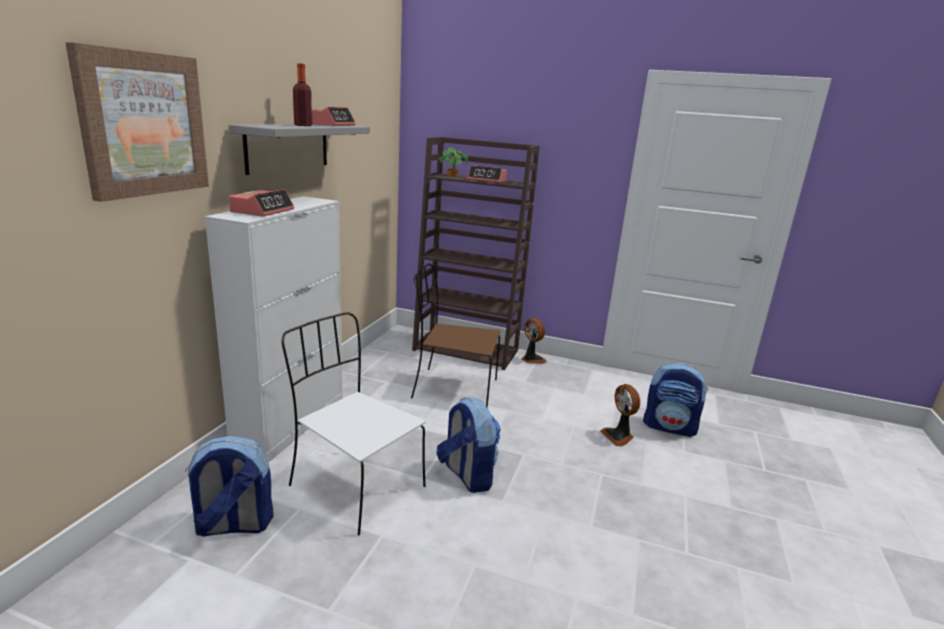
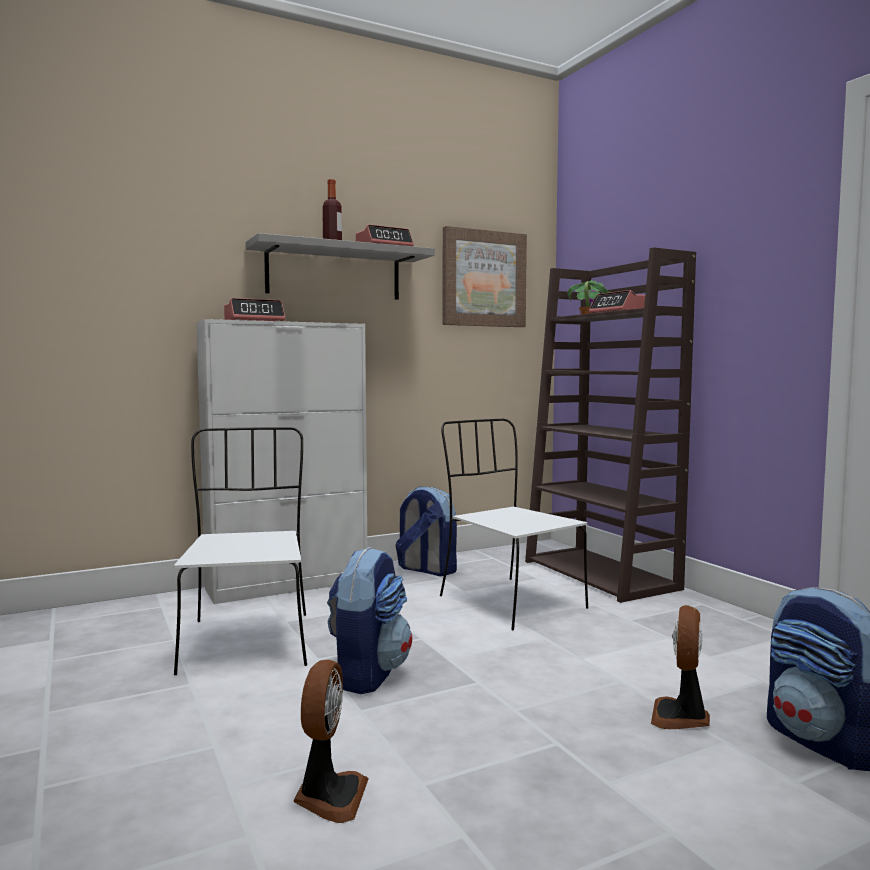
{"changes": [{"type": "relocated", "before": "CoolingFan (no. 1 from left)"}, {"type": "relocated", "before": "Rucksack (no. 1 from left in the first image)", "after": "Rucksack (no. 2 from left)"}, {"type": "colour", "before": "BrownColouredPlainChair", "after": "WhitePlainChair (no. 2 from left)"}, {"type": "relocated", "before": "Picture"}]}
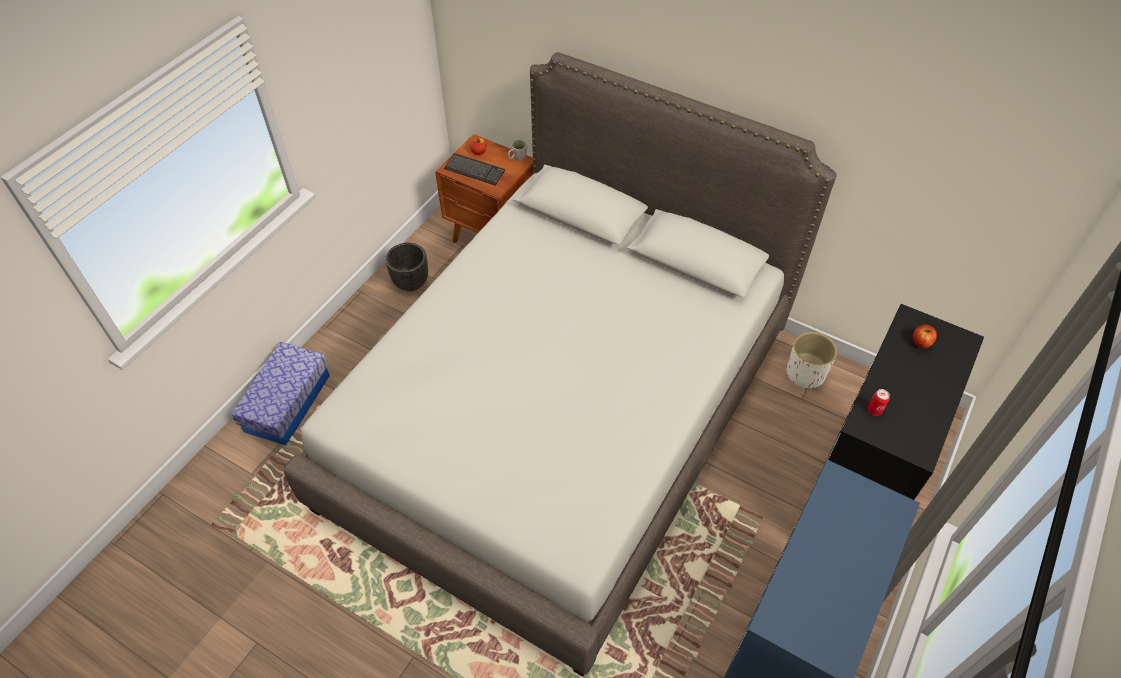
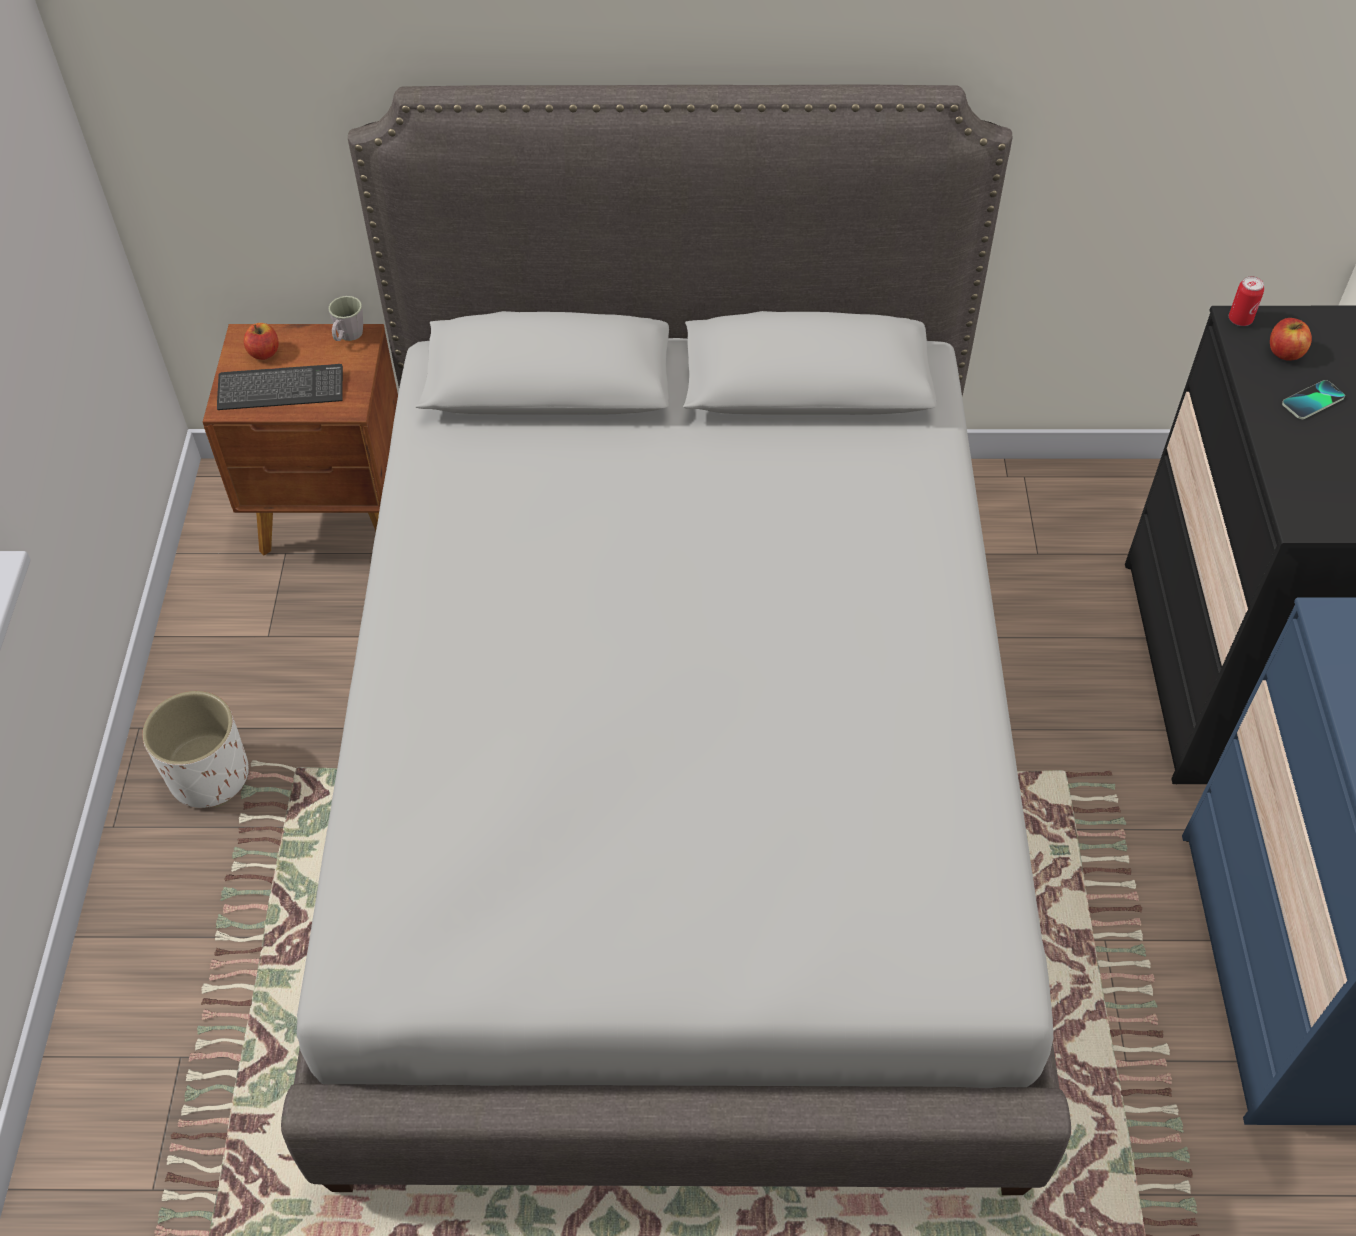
{"changes": [{"type": "relocated", "before": "WhitePlanter"}, {"type": "relocated", "before": "MetalCan"}, {"type": "appeared", "after": "Telephone"}, {"type": "missing", "before": "StorageBox"}, {"type": "missing", "before": "BlackPlanter"}]}
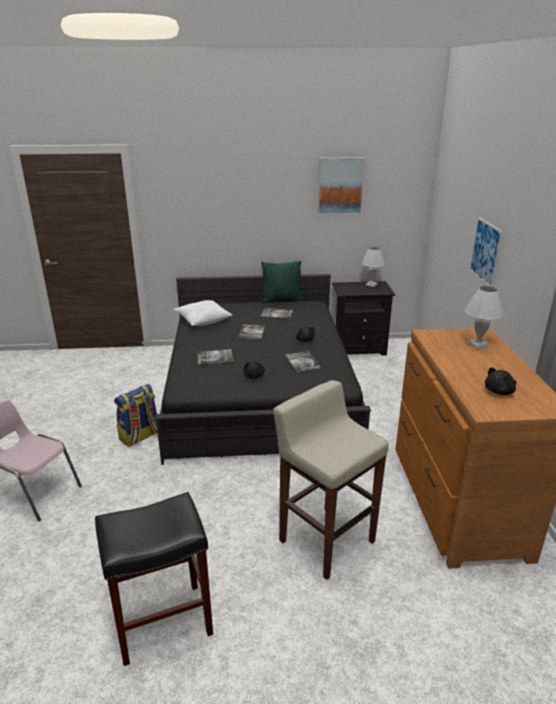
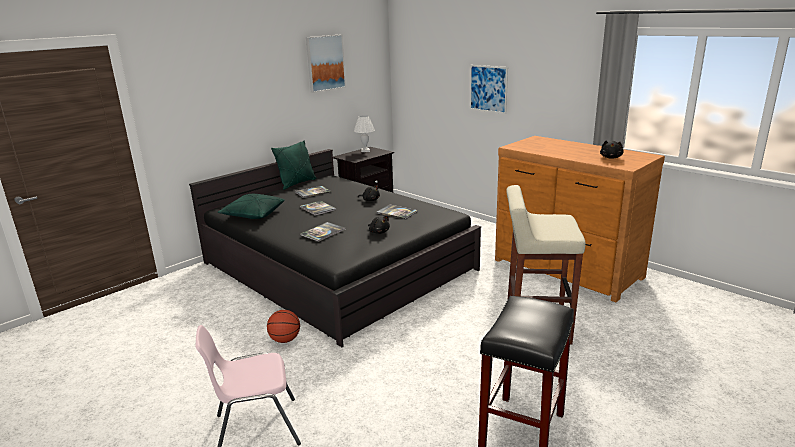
{"changes": [{"type": "colour", "before": "WhiteCushion", "after": "GreenCushion (no. 1 from left)"}, {"type": "exchanged", "before": "Rucksack", "after": "BallForBasketball"}, {"type": "missing", "before": "WhiteTabletopLamp (no. 2 from left)"}]}
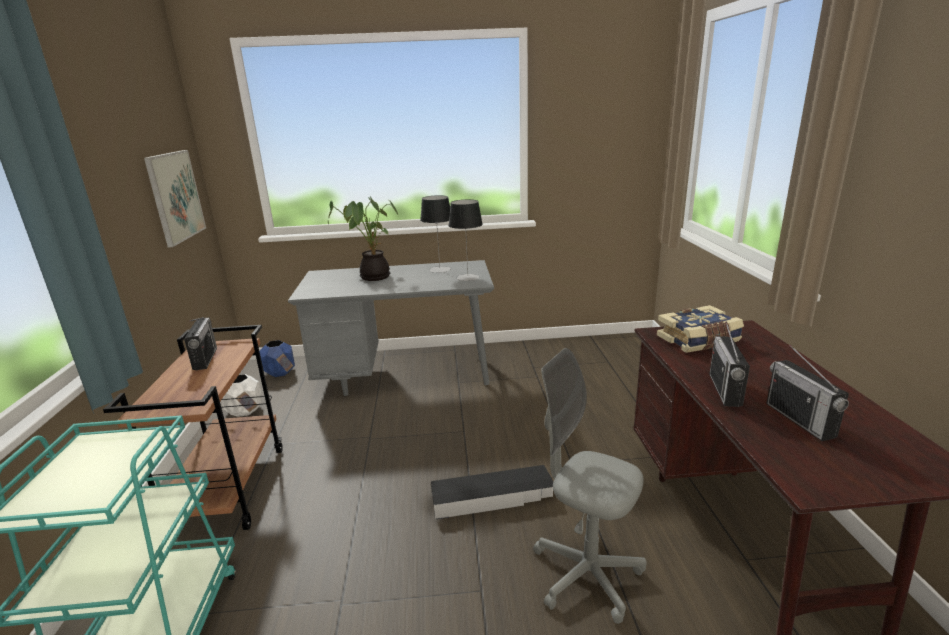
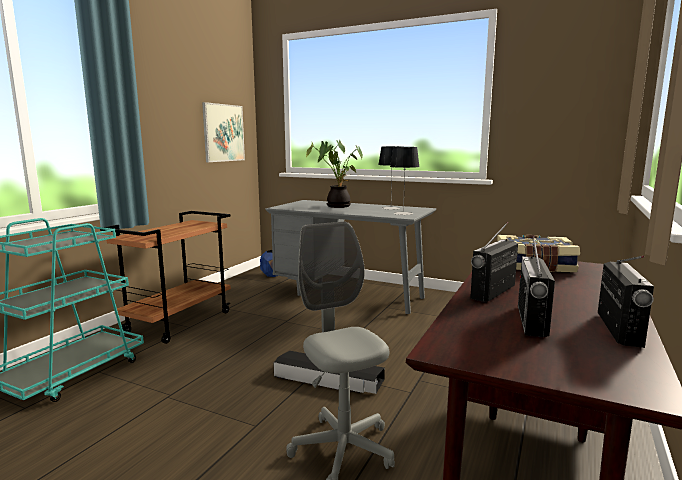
{"changes": [{"type": "relocated", "before": "RadioSet (no. 1 from left in the first image)", "after": "RadioSet (no. 3 from left)"}, {"type": "missing", "before": "WhitePlanter"}]}
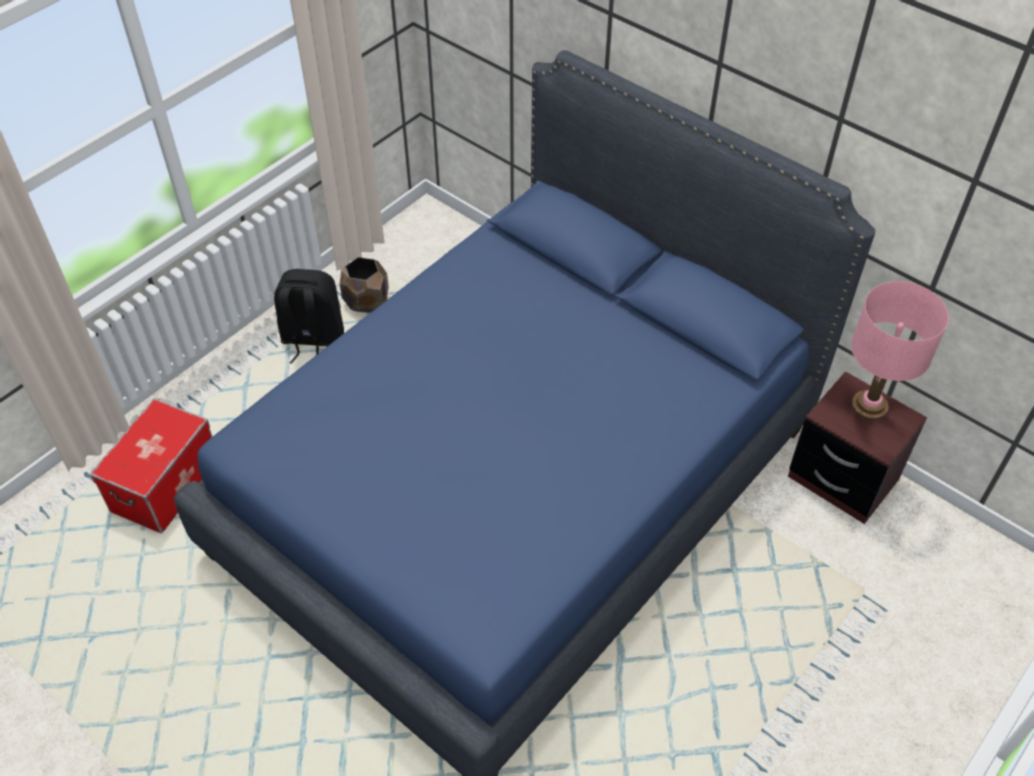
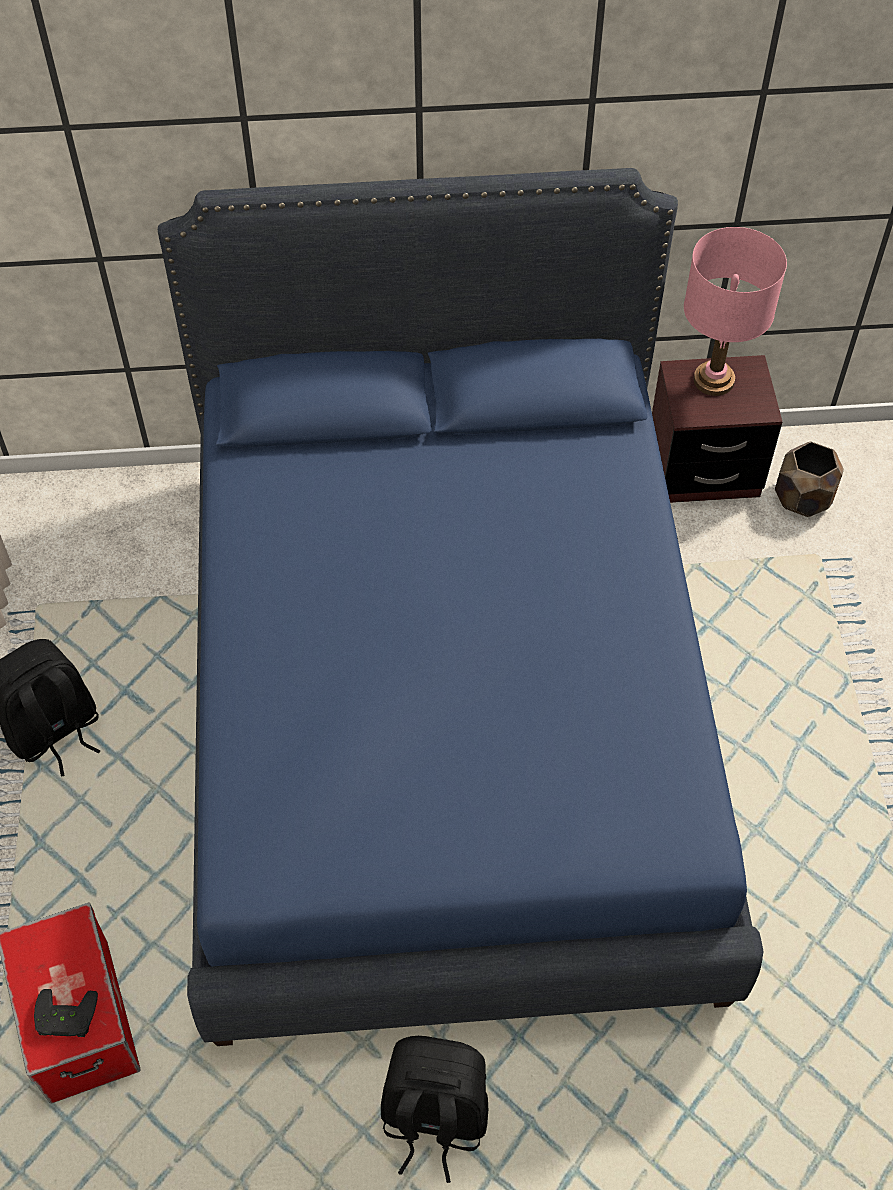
{"changes": [{"type": "appeared", "after": "BlackJoypad"}, {"type": "appeared", "after": "BlackRucksack (no. 2 from left)"}, {"type": "relocated", "before": "BrownColouredPlanter"}]}
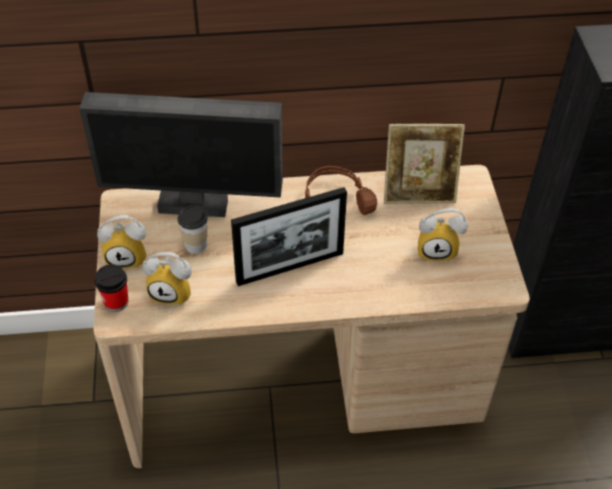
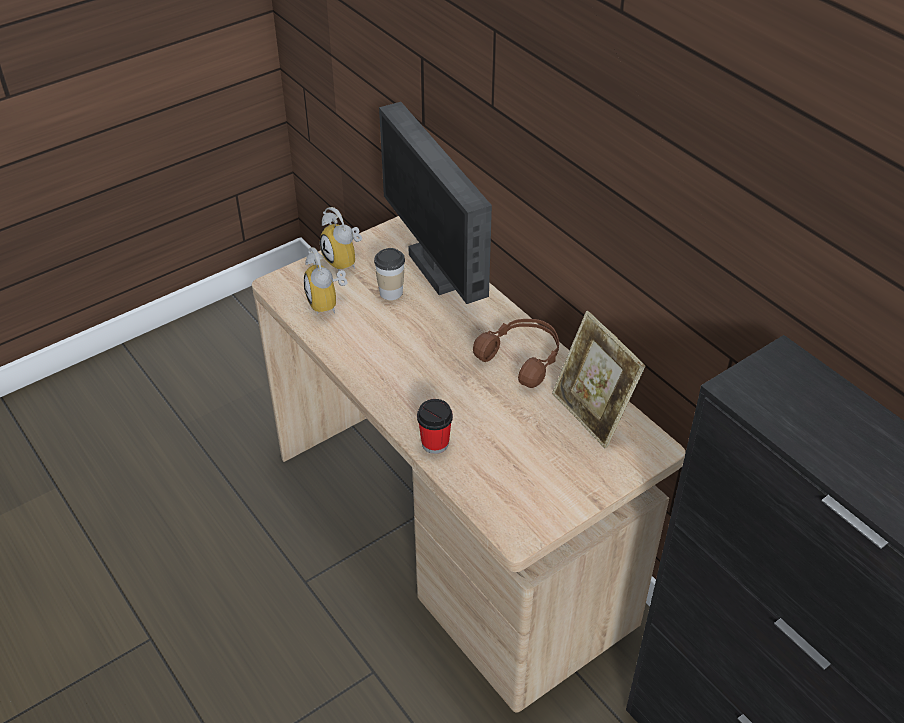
{"changes": [{"type": "relocated", "before": "DrinkingCup (no. 1 from left in the first image)", "after": "DrinkingCup (no. 2 from left)"}, {"type": "missing", "before": "PictureFrame (no. 1 from left)"}, {"type": "missing", "before": "AlarmClock (no. 3 from left)"}]}
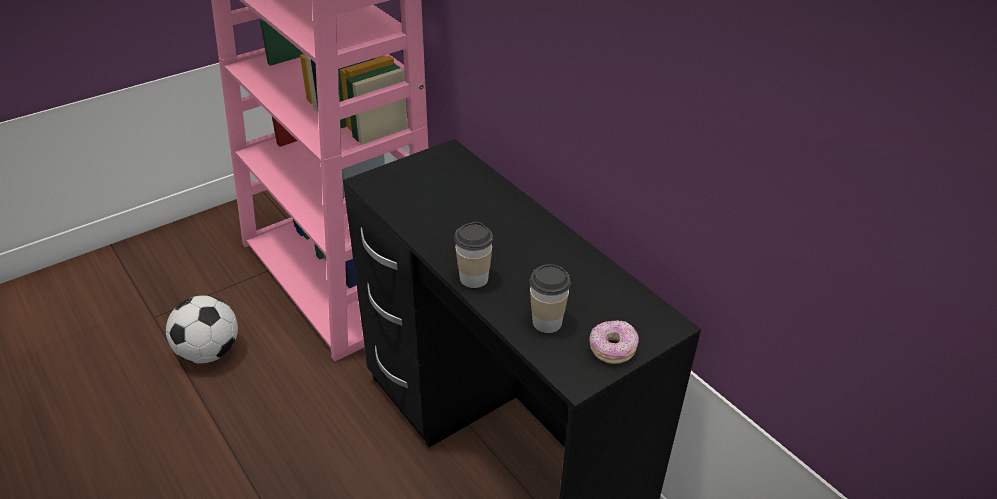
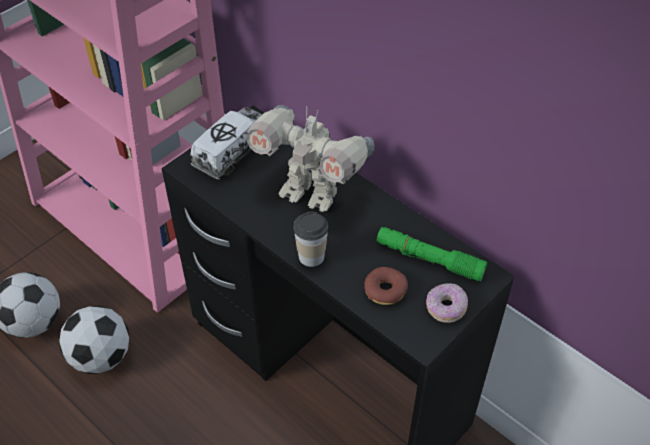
{"changes": [{"type": "appeared", "after": "BallForFootball (no. 2 from left)"}, {"type": "appeared", "after": "ToyLorry"}, {"type": "appeared", "after": "ModelRobot"}, {"type": "exchanged", "before": "DrinkingCup (no. 2 from left)", "after": "Doughnut (no. 1 from left)"}, {"type": "appeared", "after": "GreenHandTorch"}]}
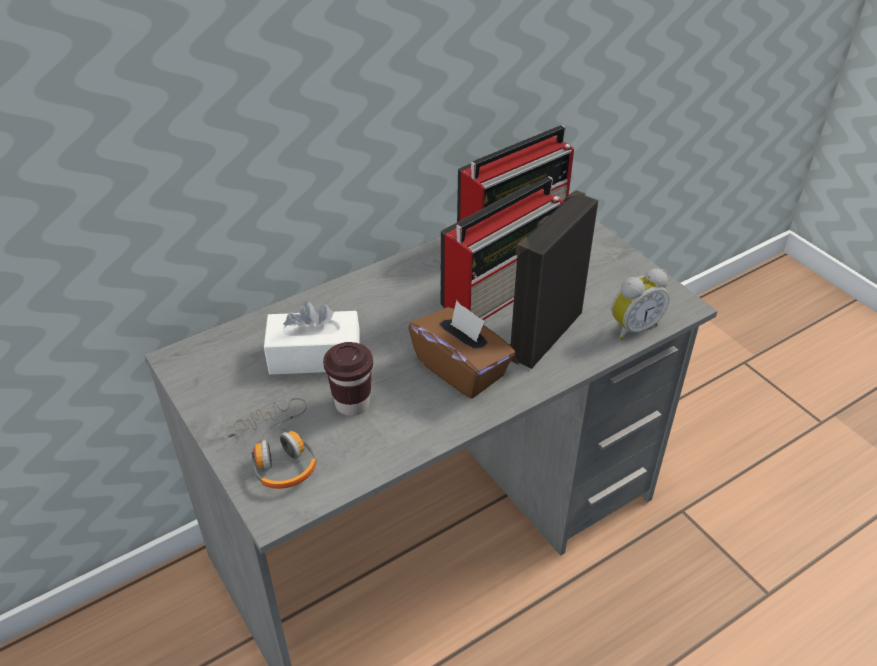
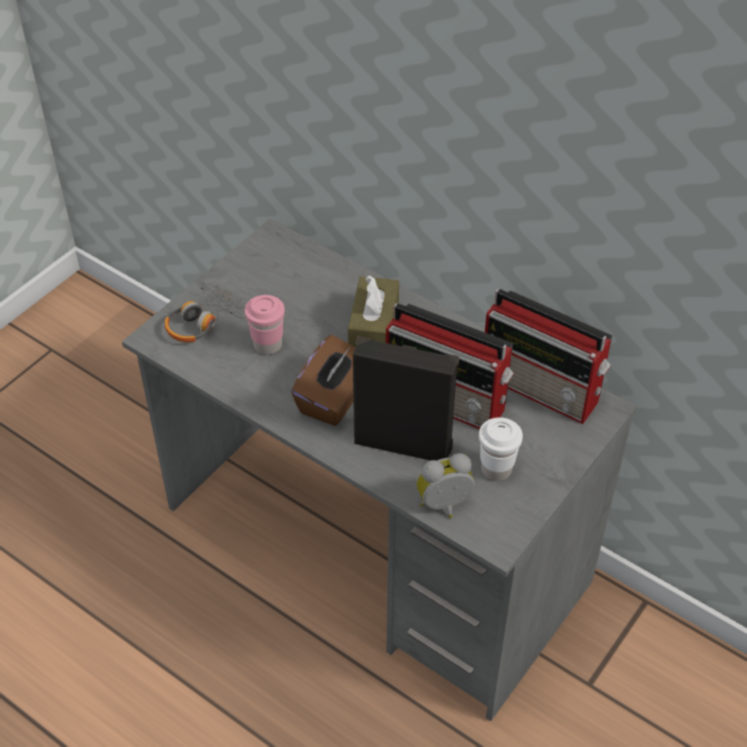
{"changes": [{"type": "colour", "before": "BrownColouredDrinkingCup", "after": "PinkColouredDrinkingCup"}, {"type": "appeared", "after": "BrownColouredTissueHolder (no. 2 from left)"}, {"type": "spun", "before": "AlarmClock", "turn": 120}, {"type": "appeared", "after": "WhiteDrinkingCup"}, {"type": "missing", "before": "WhiteTissueHolder"}]}
